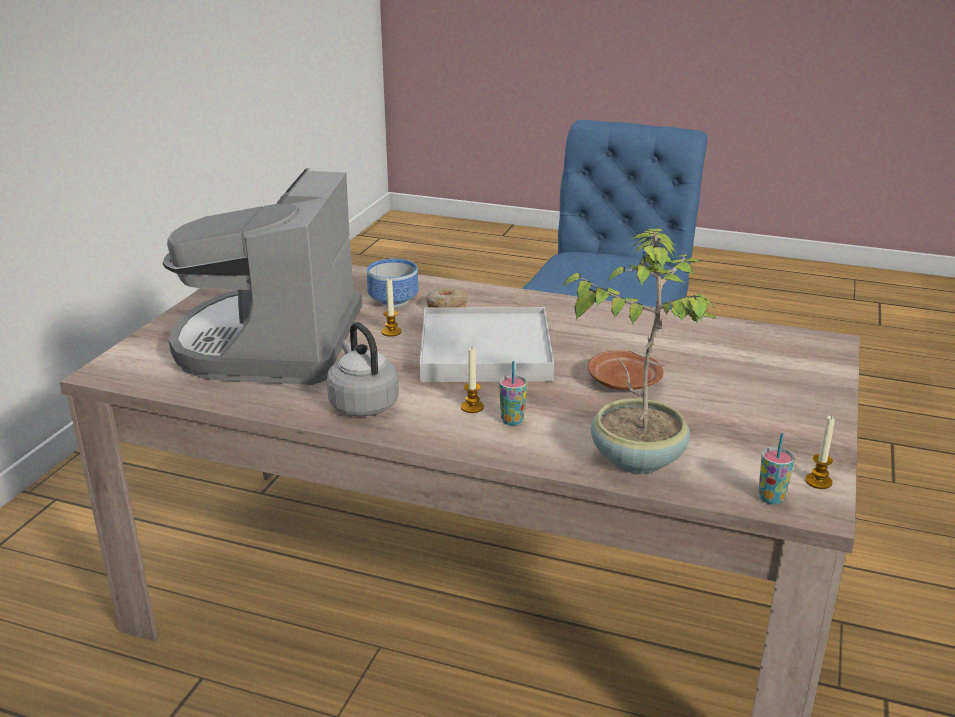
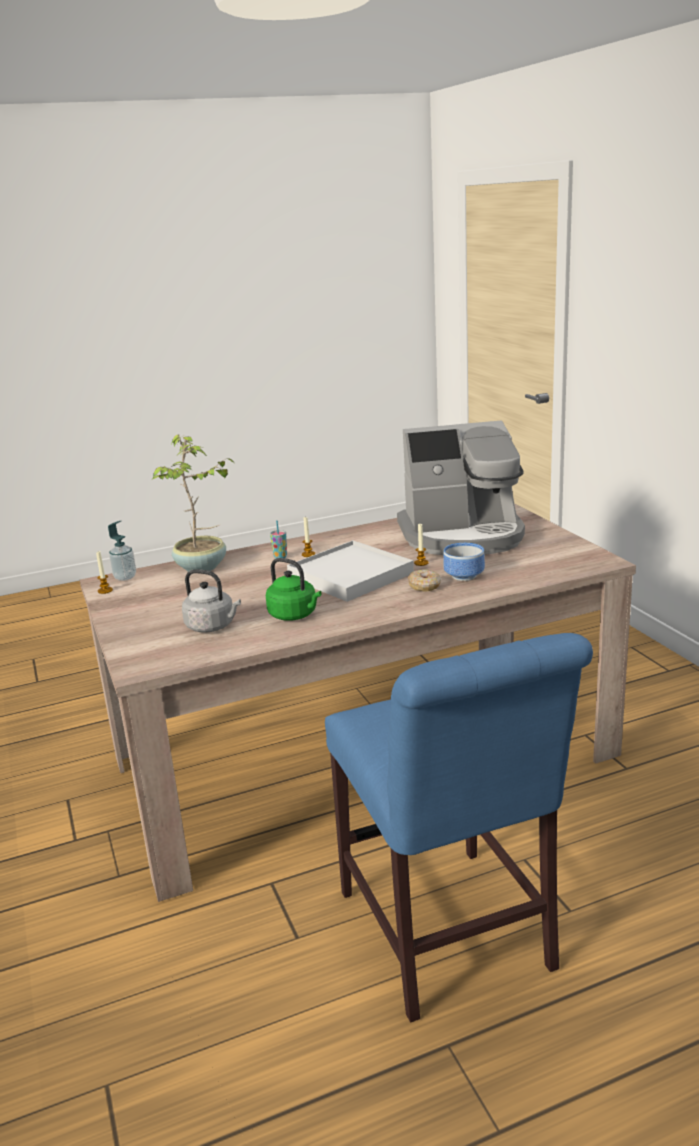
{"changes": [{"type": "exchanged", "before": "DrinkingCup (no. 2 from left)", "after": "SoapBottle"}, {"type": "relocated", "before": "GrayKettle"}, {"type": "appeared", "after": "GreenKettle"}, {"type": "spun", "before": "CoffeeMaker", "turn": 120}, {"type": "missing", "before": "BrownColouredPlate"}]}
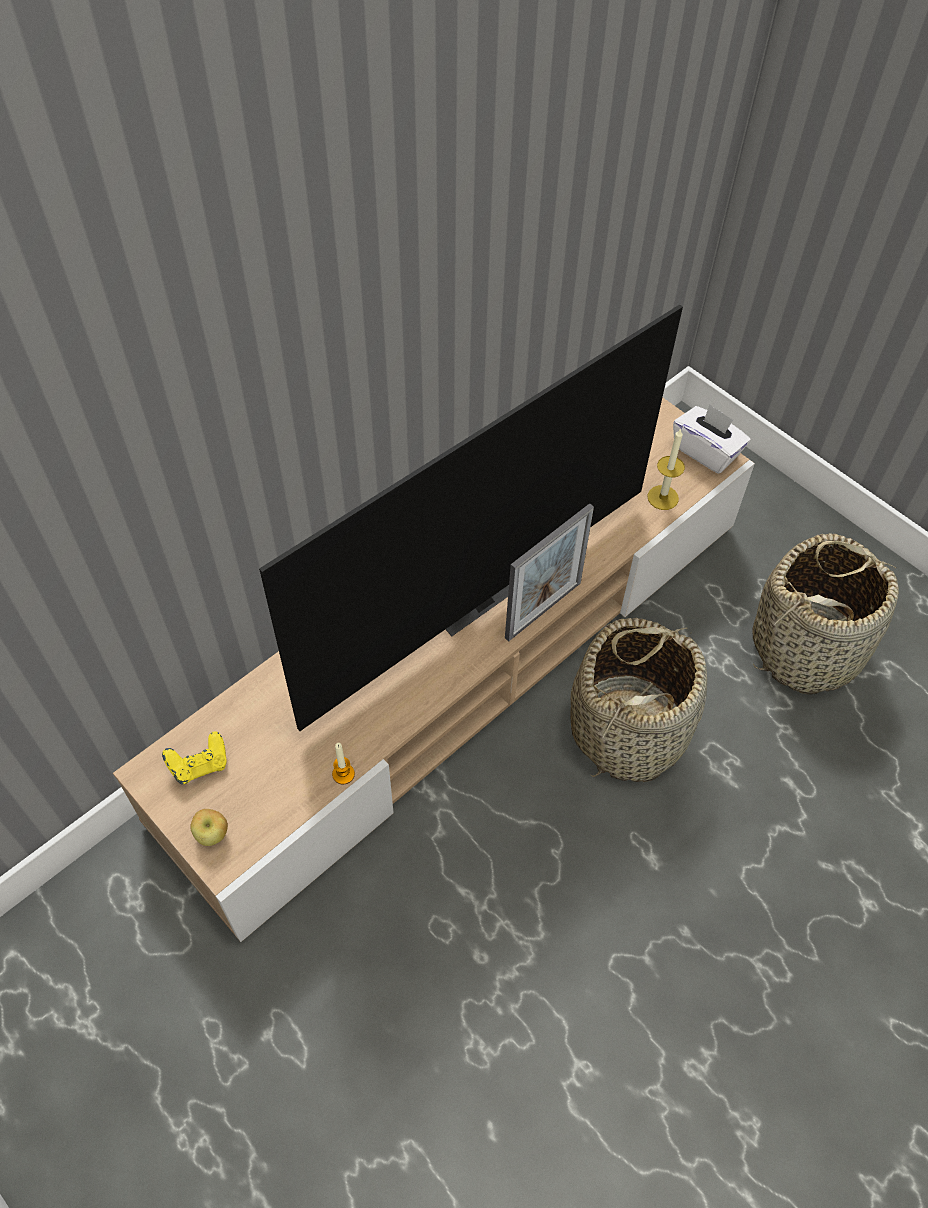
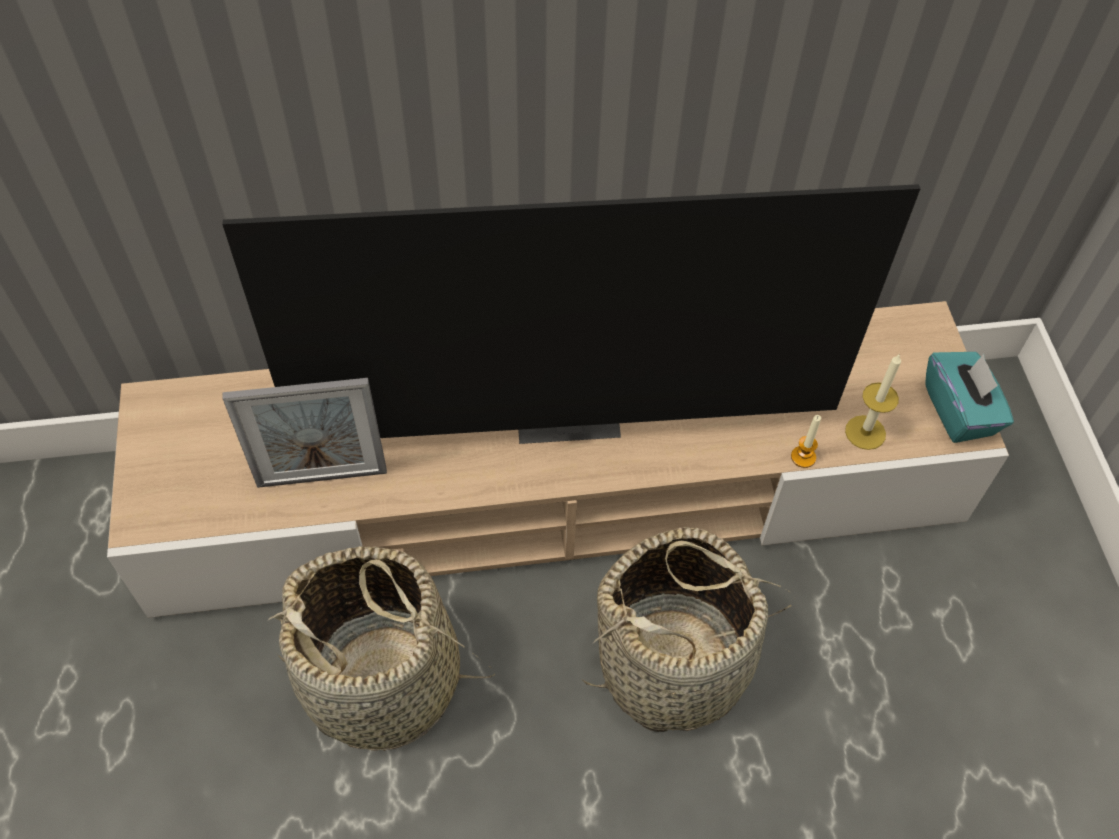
{"changes": [{"type": "relocated", "before": "PictureFrame"}, {"type": "relocated", "before": "Basket (no. 2 from left in the first image)", "after": "Basket (no. 1 from left)"}, {"type": "relocated", "before": "WaxLight (no. 1 from left)"}, {"type": "colour", "before": "WhiteTissueHolder", "after": "TurquoiseTissueHolder"}, {"type": "missing", "before": "YellowJoypad"}, {"type": "missing", "before": "WholeApple"}]}
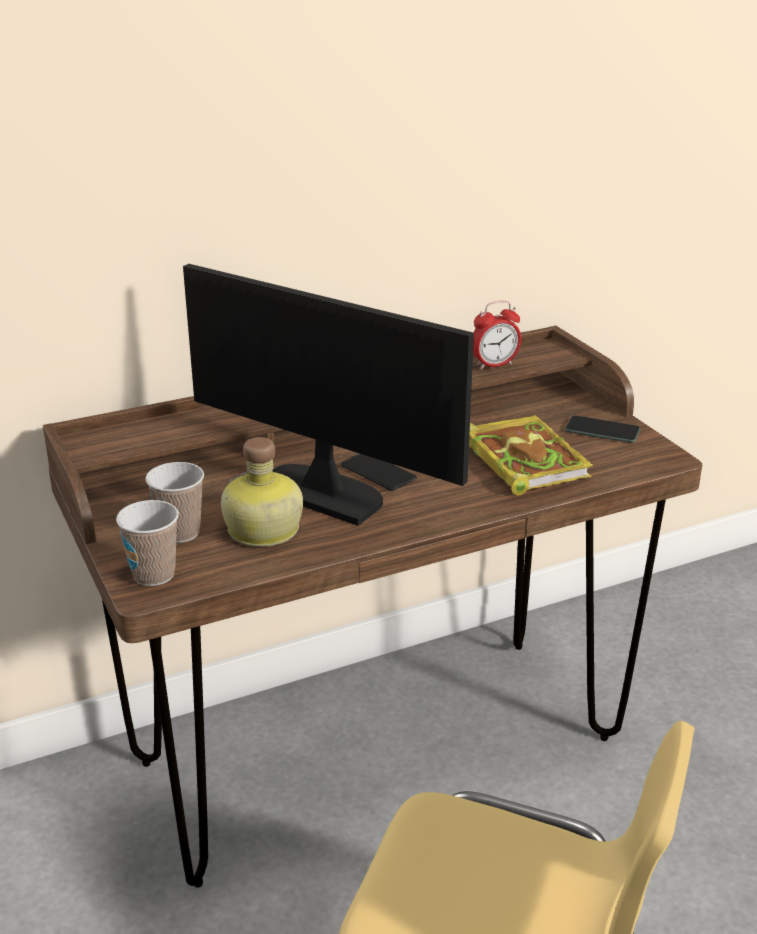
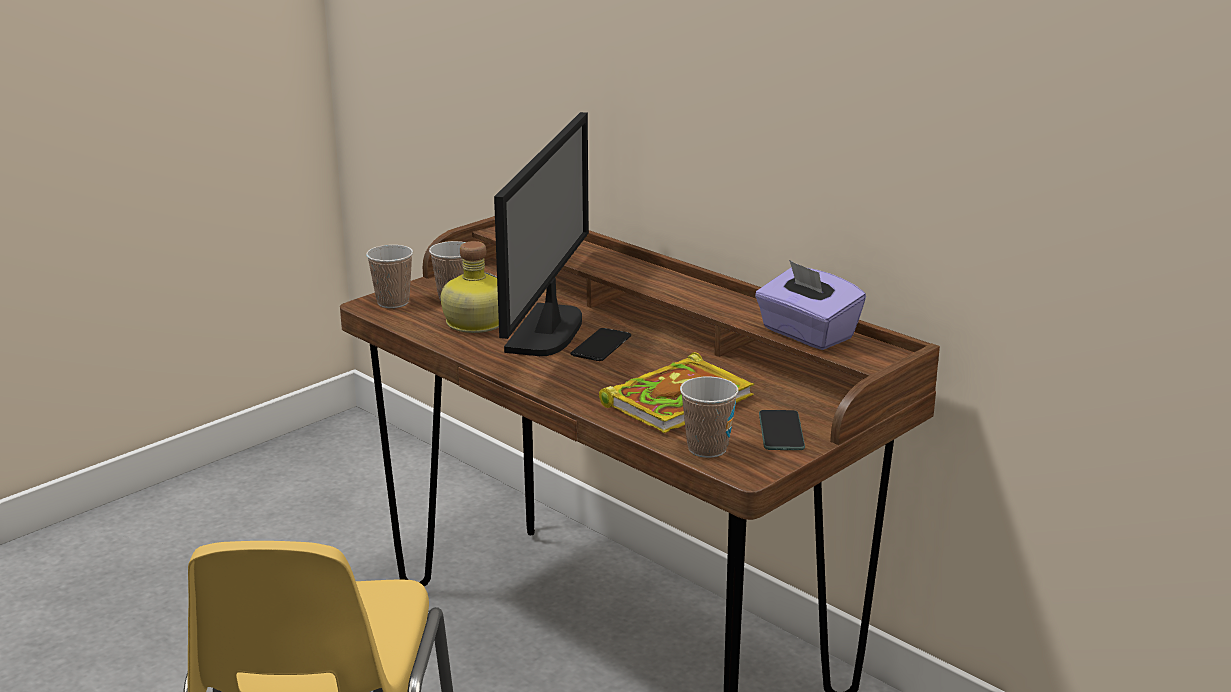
{"changes": [{"type": "appeared", "after": "DrinkingCup (no. 3 from left)"}, {"type": "exchanged", "before": "AlarmClock", "after": "PurpleColouredTissueHolder"}]}
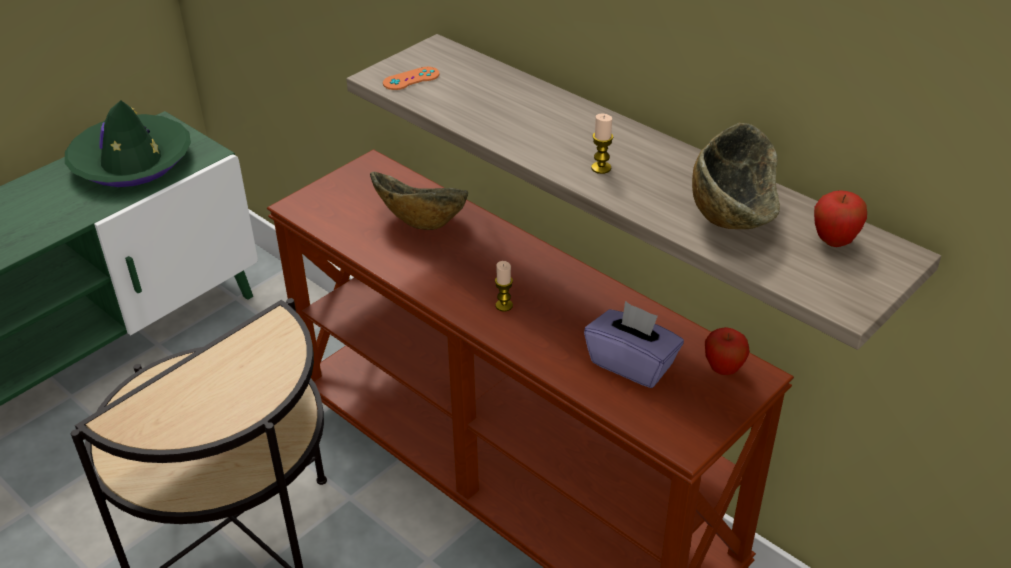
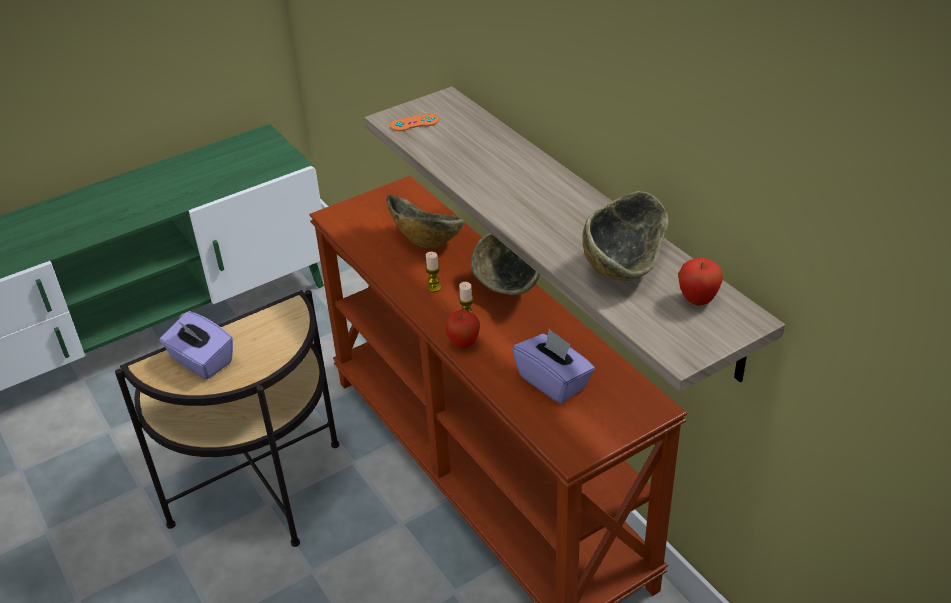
{"changes": [{"type": "appeared", "after": "PurpleColouredTissueHolder (no. 1 from left)"}, {"type": "relocated", "before": "WaxLight (no. 2 from left in the first image)", "after": "WaxLight (no. 1 from left)"}, {"type": "relocated", "before": "WholeApple (no. 1 from left)"}, {"type": "appeared", "after": "ServingBowl (no. 2 from left)"}, {"type": "missing", "before": "GreenHat"}]}
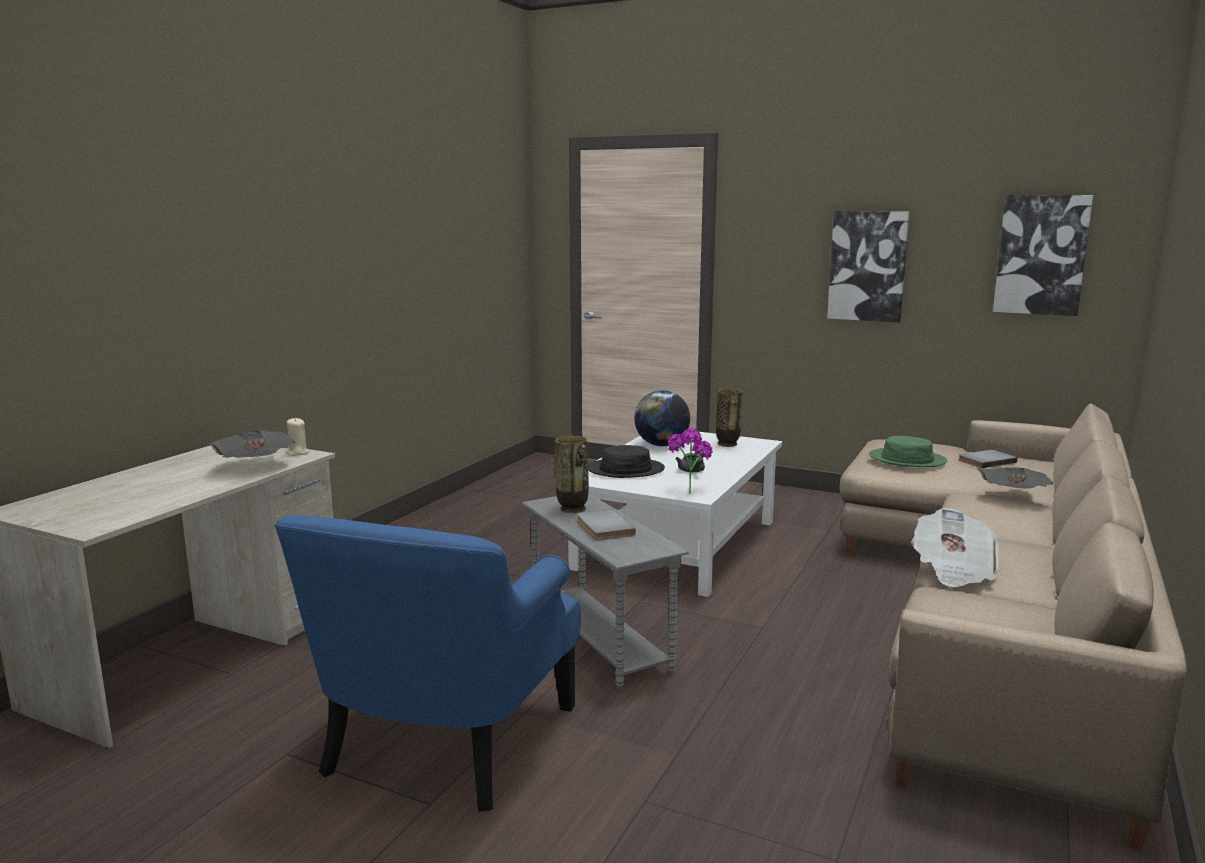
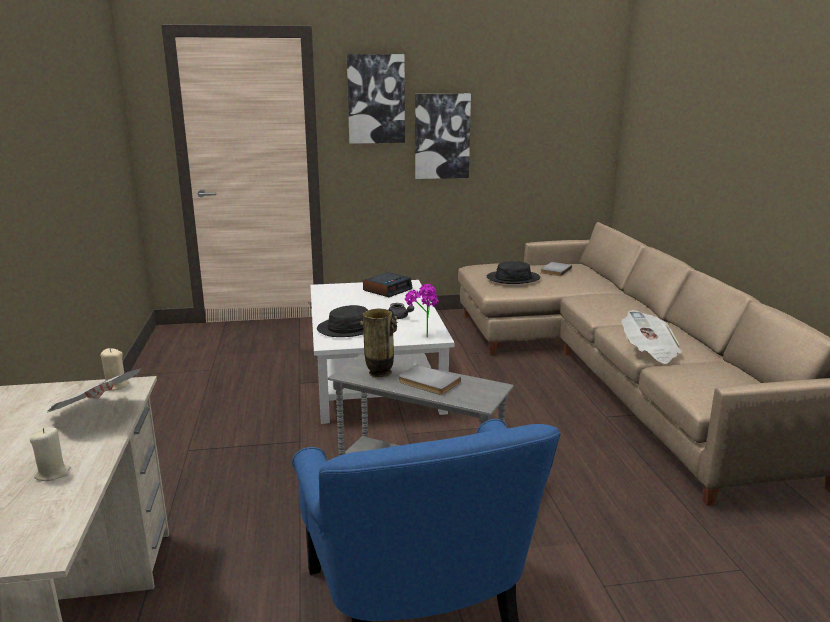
{"changes": [{"type": "appeared", "after": "BeigeColouredWaxLight (no. 1 from left)"}, {"type": "relocated", "before": "Picture (no. 2 from left in the first image)", "after": "Picture (no. 1 from left)"}, {"type": "exchanged", "before": "FlowerVase (no. 2 from left)", "after": "AlarmClock"}, {"type": "colour", "before": "GreenHat", "after": "BlackHat (no. 2 from left)"}, {"type": "missing", "before": "WorldGlobe"}, {"type": "missing", "before": "Newspaper (no. 3 from left)"}]}
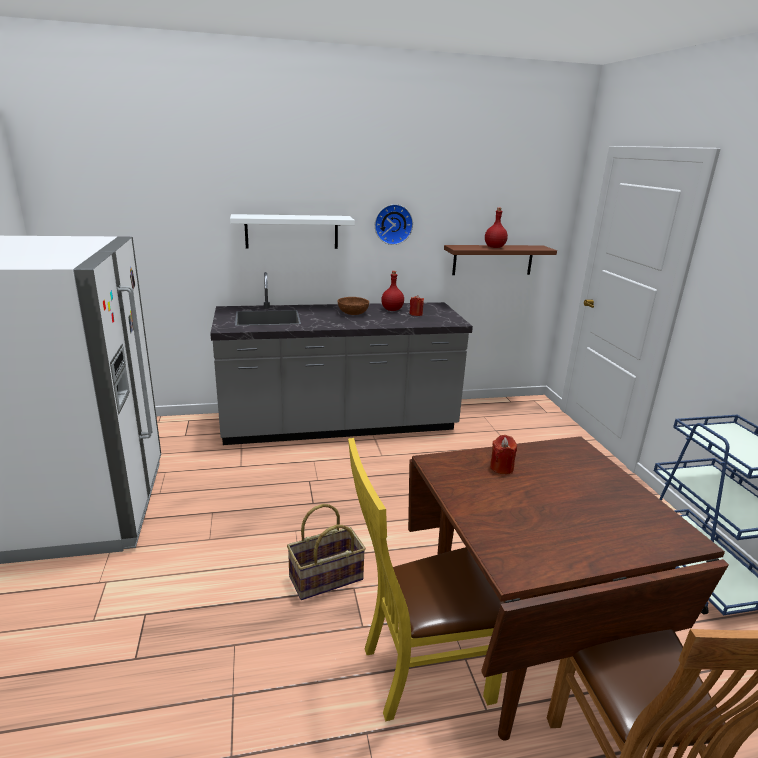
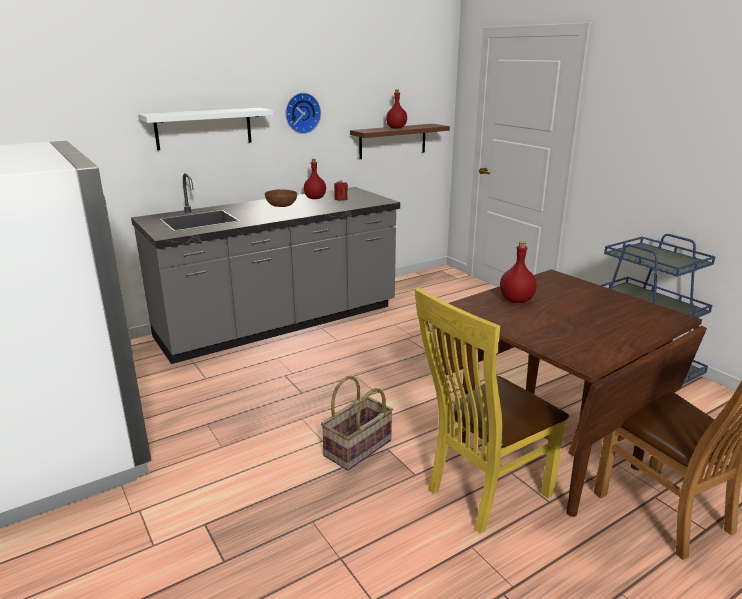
{"changes": [{"type": "exchanged", "before": "ReddishWaxLight (no. 2 from left)", "after": "ReddishDrinkBottle (no. 3 from left)"}]}
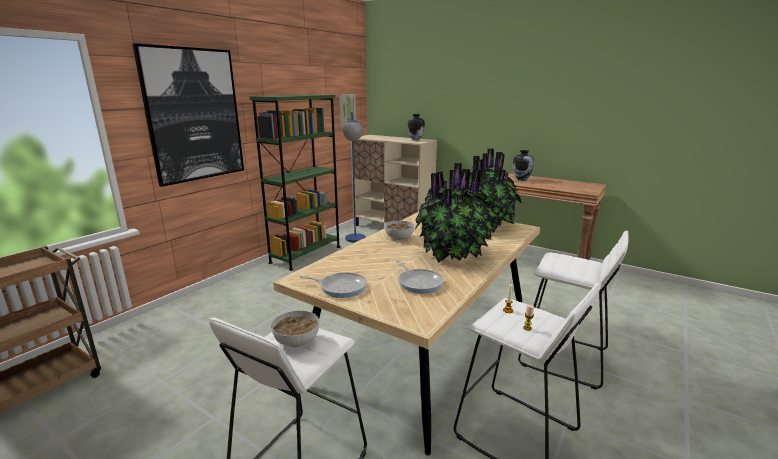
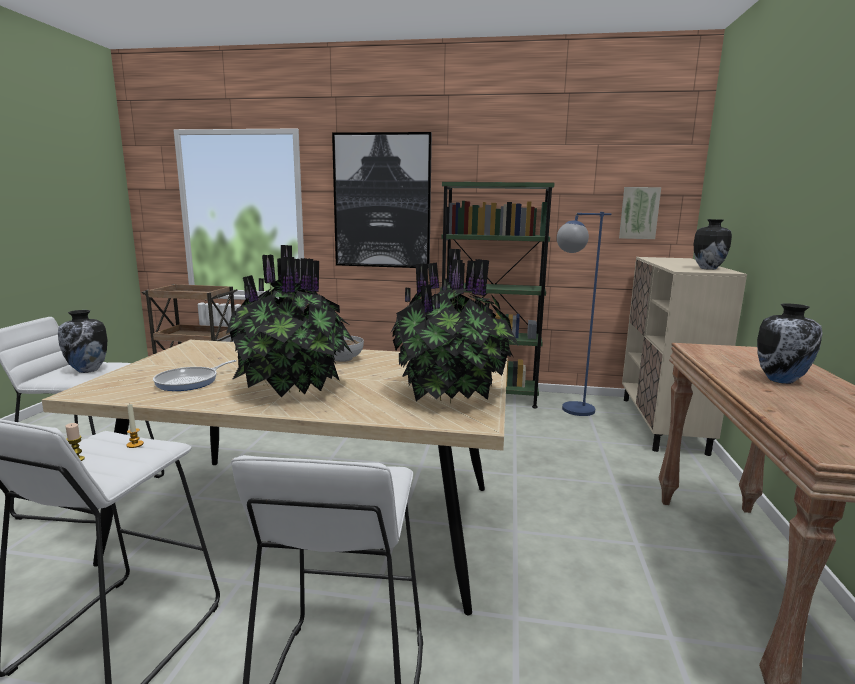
{"changes": [{"type": "exchanged", "before": "ServingBowl (no. 1 from left)", "after": "FlowerVase (no. 1 from left)"}, {"type": "missing", "before": "Pan (no. 1 from left)"}]}
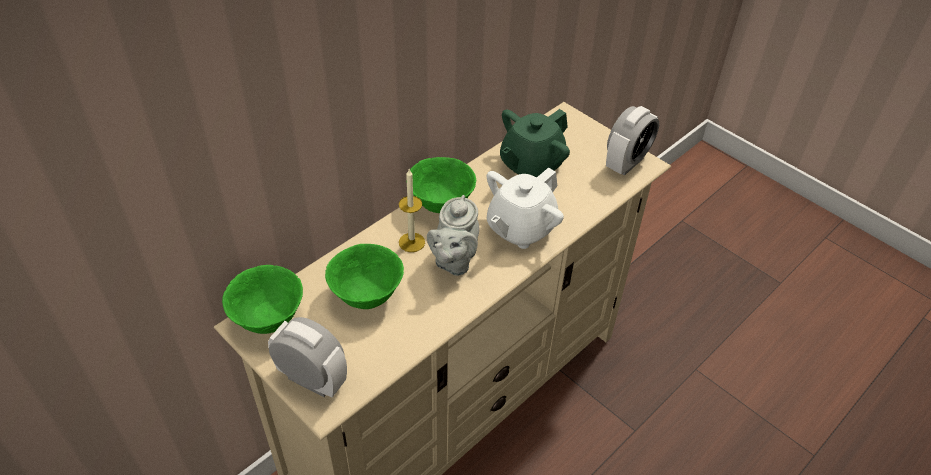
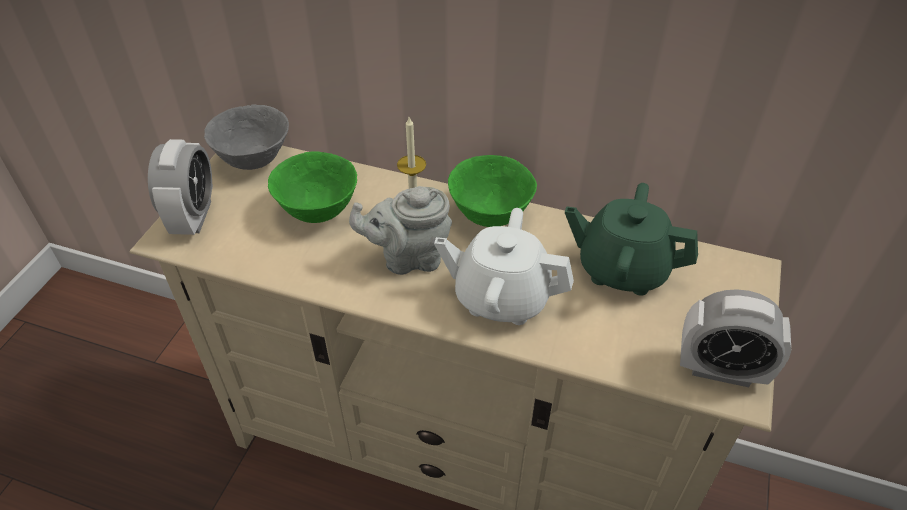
{"changes": [{"type": "colour", "before": "GreenServingBowl (no. 1 from left)", "after": "GrayServingBowl"}]}
